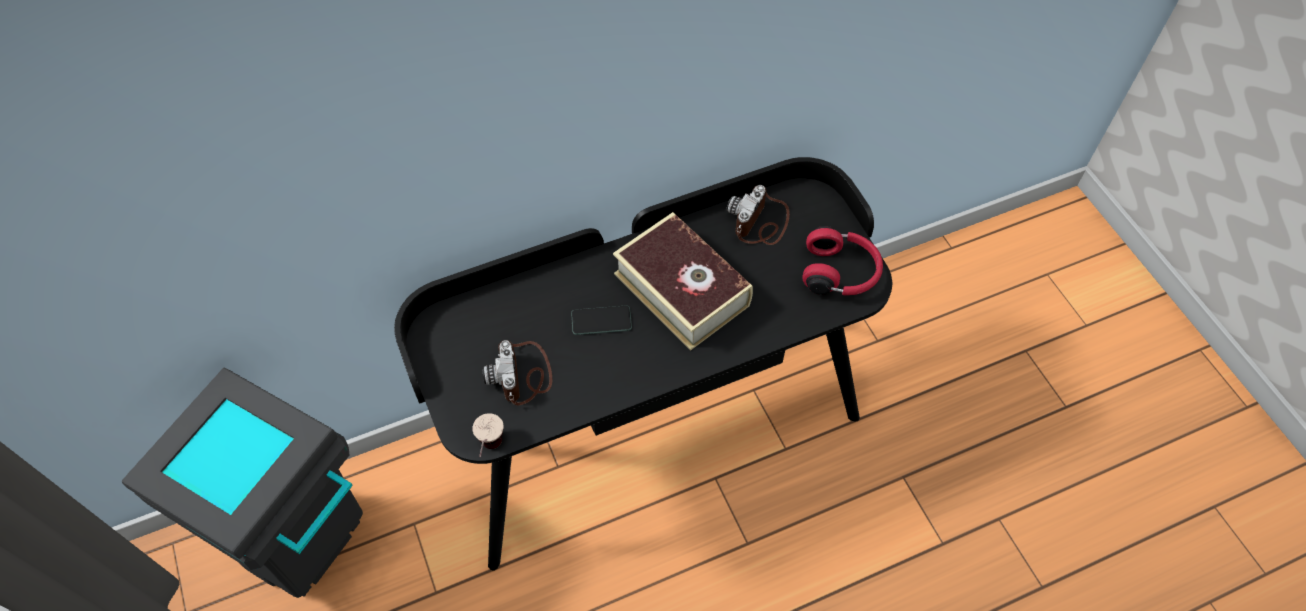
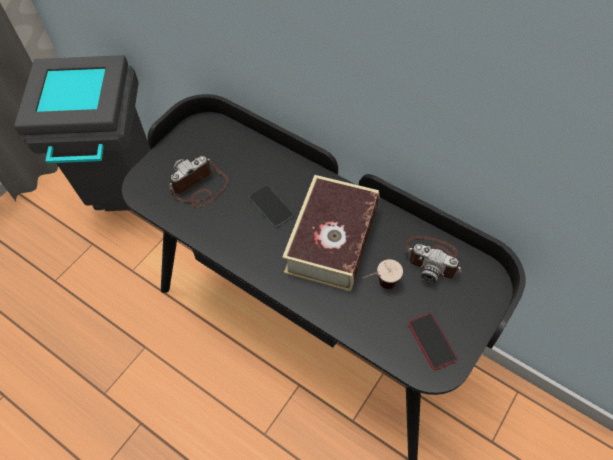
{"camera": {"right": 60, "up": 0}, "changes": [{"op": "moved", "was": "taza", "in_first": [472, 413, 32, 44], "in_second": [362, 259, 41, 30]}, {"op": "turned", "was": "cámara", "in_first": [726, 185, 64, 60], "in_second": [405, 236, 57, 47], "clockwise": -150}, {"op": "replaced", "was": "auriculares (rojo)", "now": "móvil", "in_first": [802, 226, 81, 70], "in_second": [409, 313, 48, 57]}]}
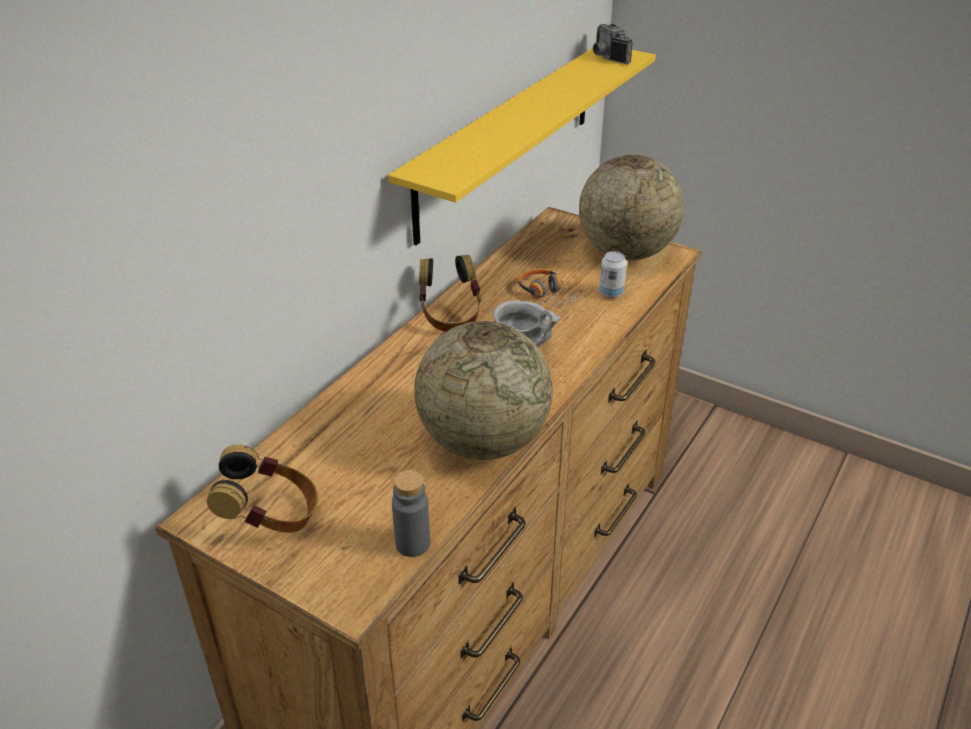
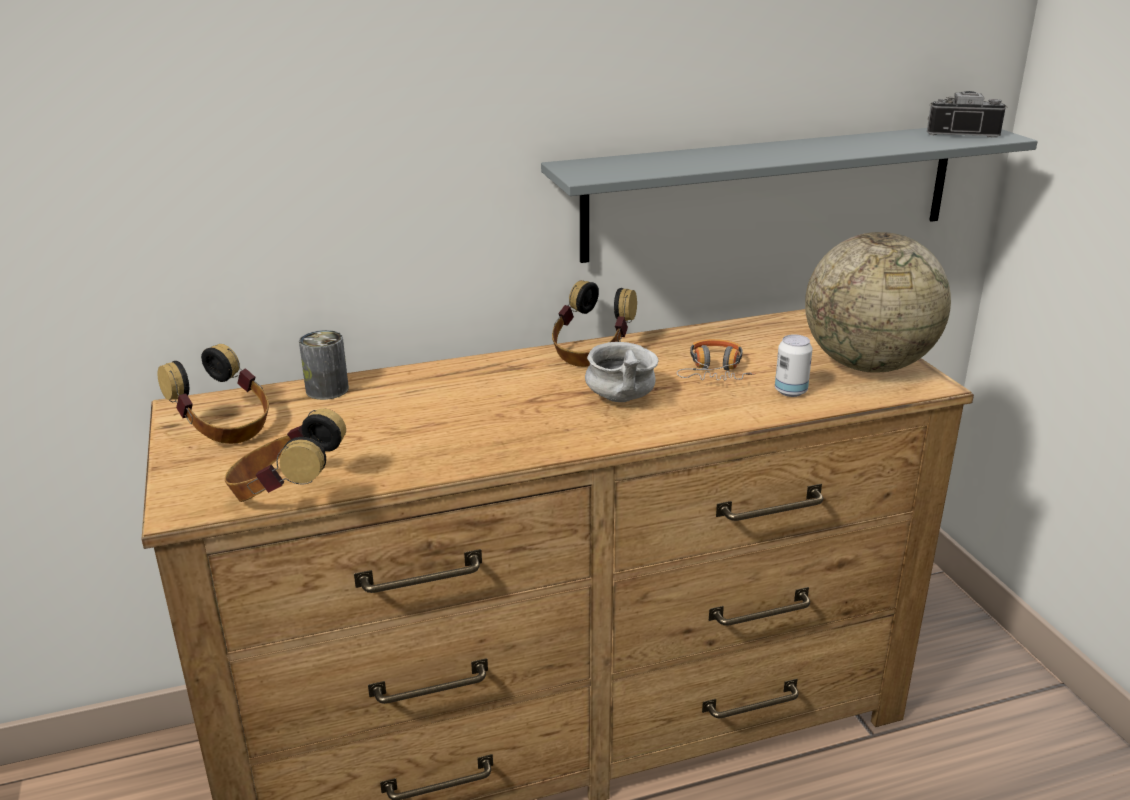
{"camera": {"right": 40, "up": -10}, "changes": [{"op": "recoloured", "was": "estante (amarillo)", "now": "estante (gris)", "in_first": [388, 48, 268, 197], "in_second": [541, 128, 497, 135]}, {"op": "replaced", "was": "botella (gris)", "now": "auriculares", "in_first": [392, 470, 38, 87], "in_second": [225, 408, 121, 94]}, {"op": "removed", "was": "globo terráqueo", "in_first": [414, 321, 139, 139]}, {"op": "turned", "was": "cámara", "in_first": [593, 24, 40, 40], "in_second": [927, 91, 81, 47], "clockwise": 90}, {"op": "added", "now": "lata", "in_second": [299, 330, 50, 70]}]}
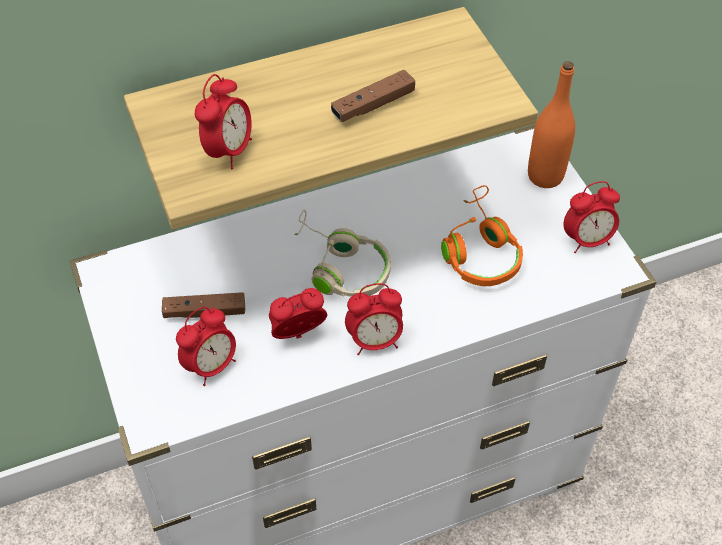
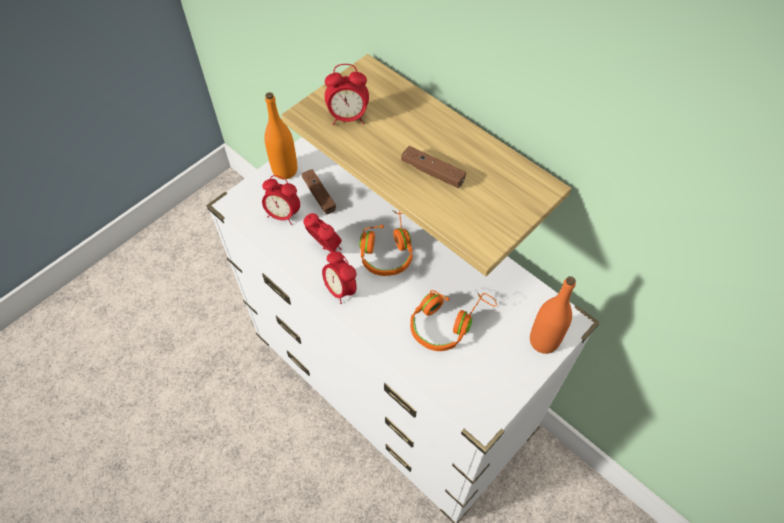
{"camera": {"right": 65, "up": 5}, "changes": [{"op": "recoloured", "was": "auriculares (beis)", "now": "auriculares (naranja)", "in_first": [294, 210, 97, 87], "in_second": [359, 210, 54, 66]}, {"op": "removed", "was": "despertador", "in_first": [564, 181, 56, 72]}, {"op": "added", "now": "botella (naranja)", "in_second": [264, 92, 33, 87]}]}
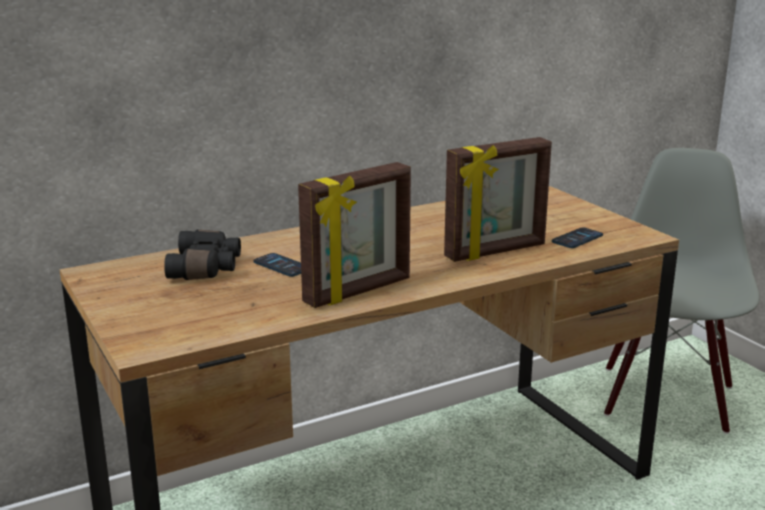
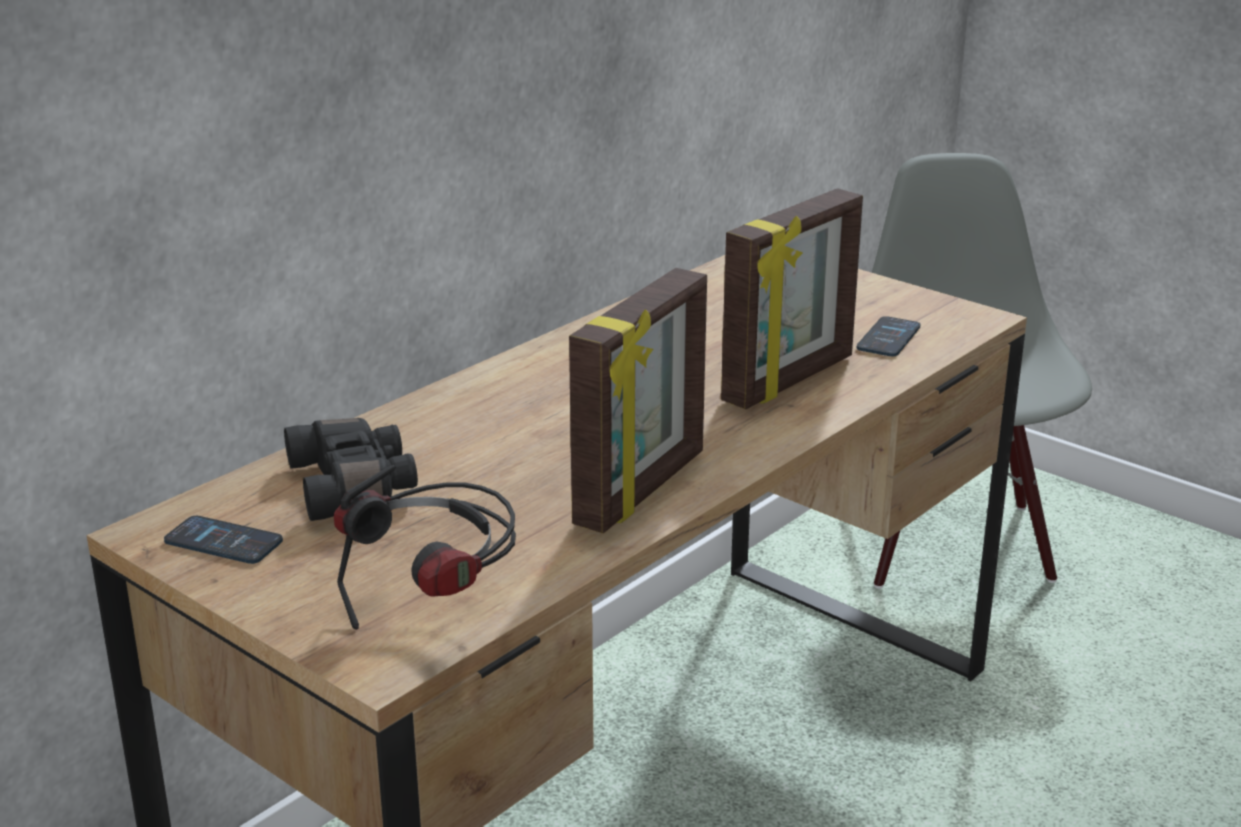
{"camera": {"right": -20, "up": 5}, "changes": [{"op": "moved", "was": "móvil", "in_first": [253, 253, 48, 24], "in_second": [164, 516, 119, 48]}, {"op": "added", "now": "auriculares", "in_second": [334, 465, 182, 165]}]}
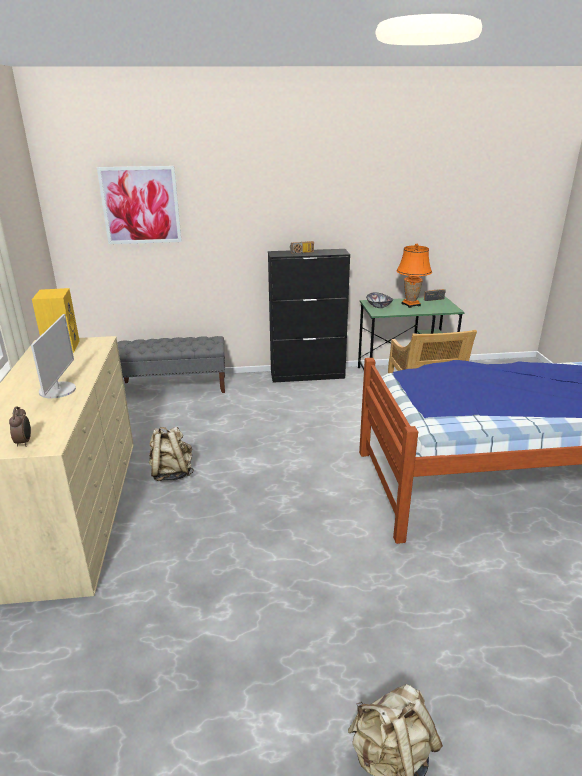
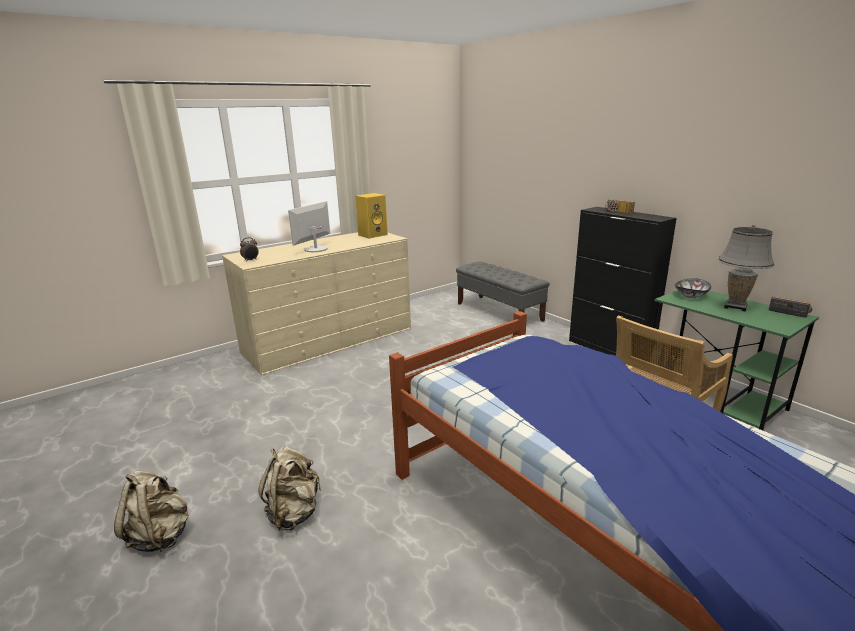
{"camera": {"right": 60, "up": -5}, "changes": [{"op": "turned", "was": "monitor", "in_first": [31, 314, 45, 84], "in_second": [288, 201, 42, 51], "clockwise": 150}, {"op": "removed", "was": "cuadro", "in_first": [97, 166, 85, 78]}, {"op": "moved", "was": "mochila (beis)", "in_first": [149, 427, 45, 54], "in_second": [258, 447, 63, 84]}, {"op": "recoloured", "was": "lámpara de mesa (naranja)", "now": "lámpara de mesa (gris)", "in_first": [397, 244, 35, 64], "in_second": [718, 224, 56, 88]}]}
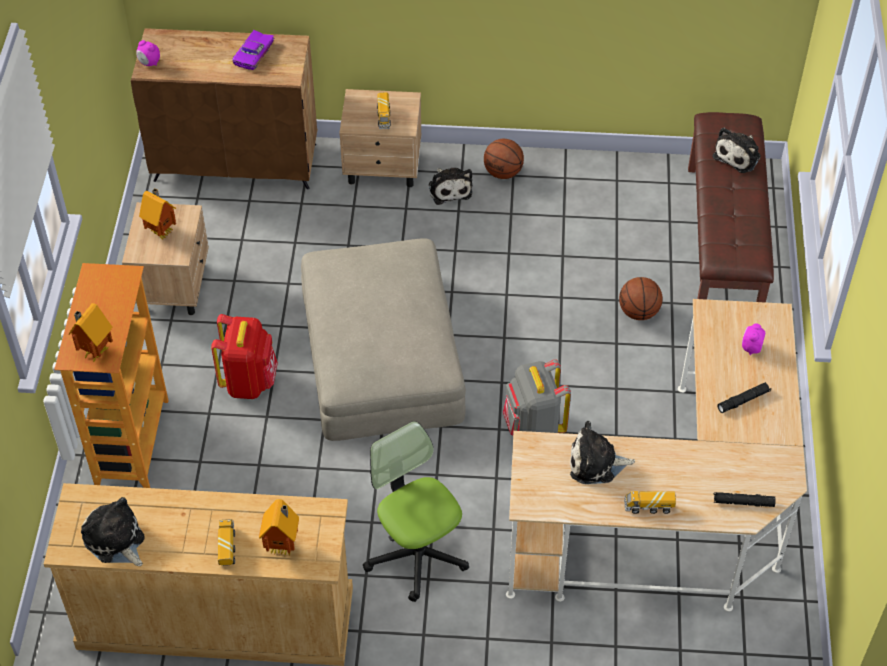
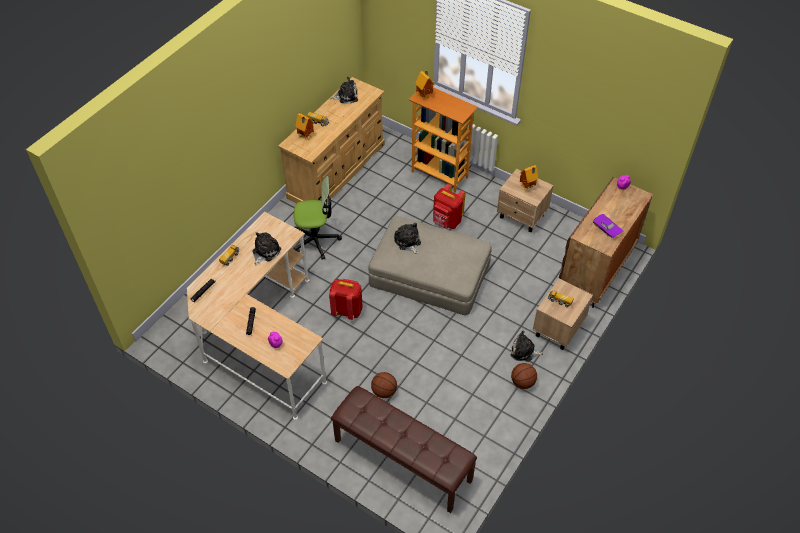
{"camera": {"right": 120, "up": 0}, "changes": [{"op": "recoloured", "was": "mochila (gris)", "now": "mochila (rojo)", "in_first": [503, 359, 68, 76], "in_second": [329, 279, 34, 41]}, {"op": "moved", "was": "peluche", "in_first": [713, 127, 48, 46], "in_second": [394, 223, 27, 31]}]}
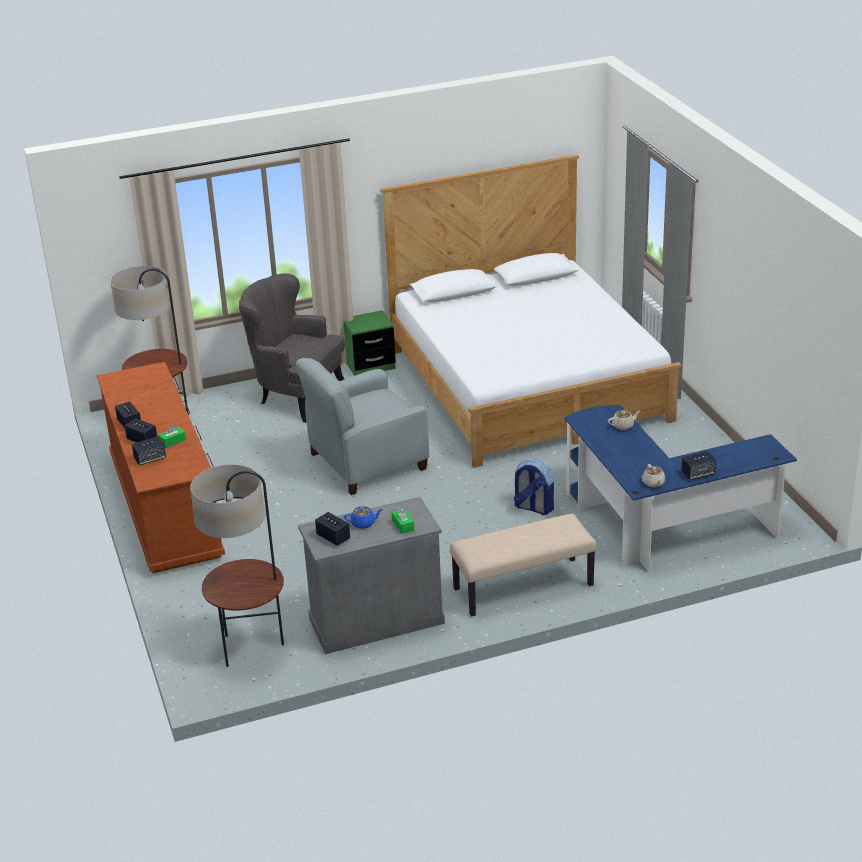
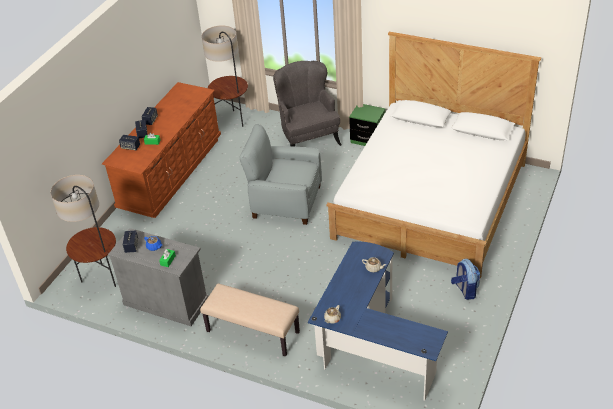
{"camera": {"right": 45, "up": 10}, "changes": [{"op": "moved", "was": "mochila", "in_first": [514, 459, 40, 56], "in_second": [451, 259, 29, 41]}, {"op": "removed", "was": "altavoz", "in_first": [681, 451, 35, 29]}]}
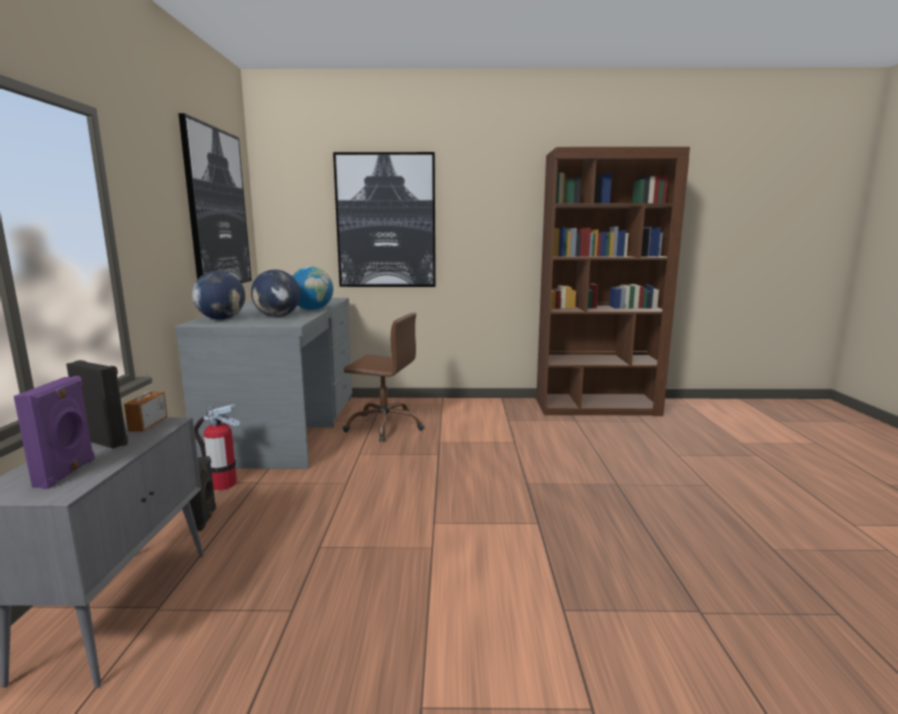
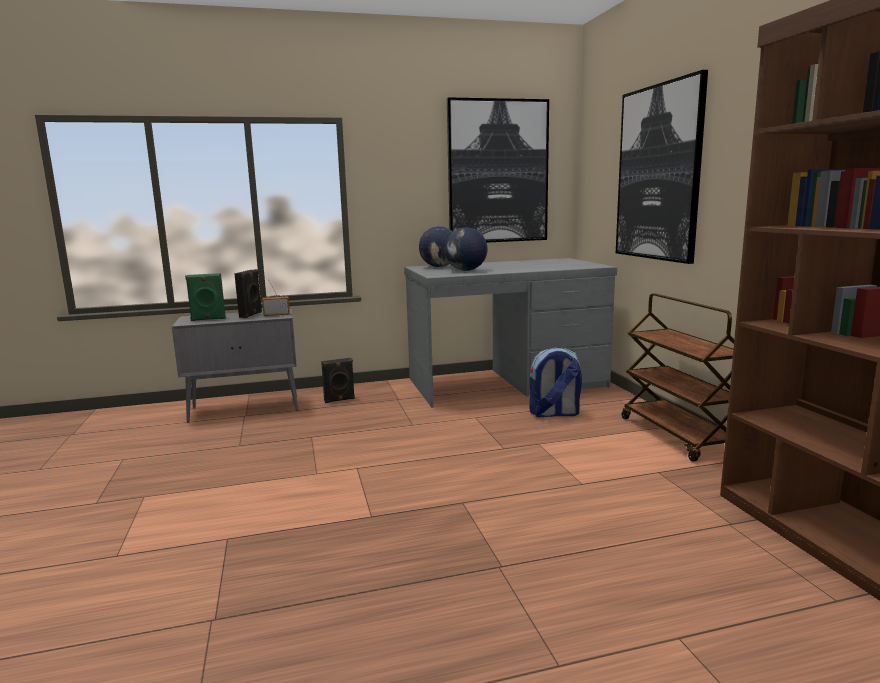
{"camera": {"right": 75, "up": 0}, "changes": [{"op": "recoloured", "was": "altavoz (morado)", "now": "altavoz (verde)", "in_first": [14, 376, 81, 113], "in_second": [185, 273, 41, 48]}, {"op": "removed", "was": "extintor", "in_first": [194, 404, 46, 86]}, {"op": "removed", "was": "globo terráqueo", "in_first": [292, 267, 41, 43]}, {"op": "replaced", "was": "silla de oficina (marrón)", "now": "mochila", "in_first": [342, 313, 83, 129], "in_second": [529, 348, 53, 69]}, {"op": "added", "now": "carrito (marrón)", "in_second": [622, 293, 112, 169]}]}
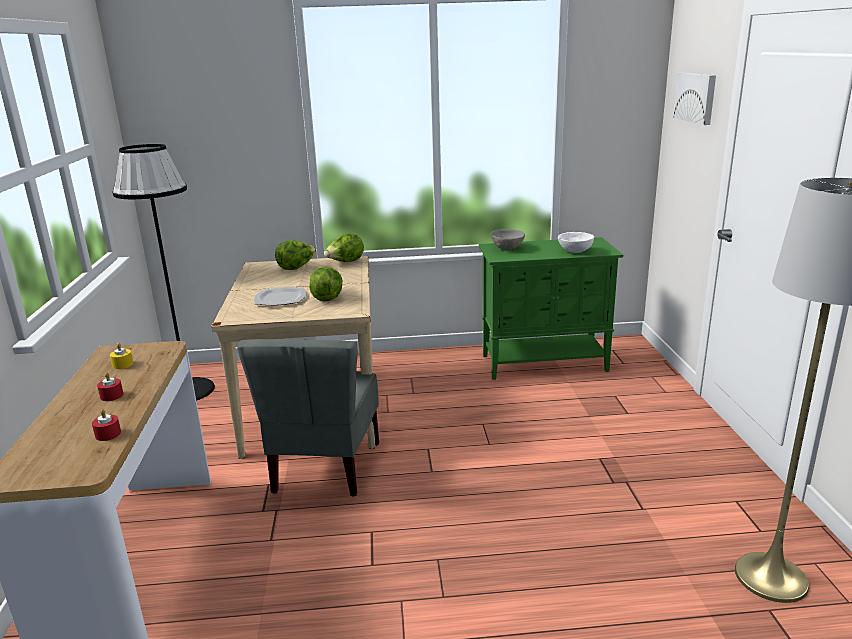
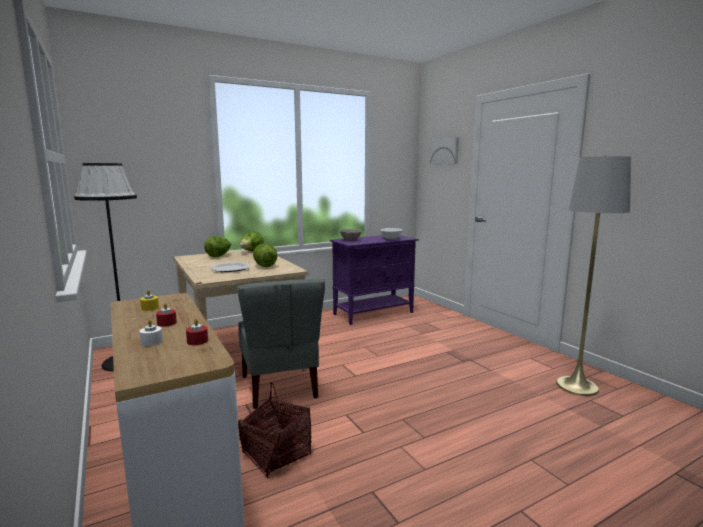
{"camera": {"right": -25, "up": -10}, "changes": [{"op": "recoloured", "was": "armario (verde)", "now": "armario (morado)", "in_first": [479, 237, 144, 143], "in_second": [330, 235, 89, 90]}, {"op": "added", "now": "vela (blanco)", "in_second": [139, 319, 24, 27]}, {"op": "added", "now": "cesta", "in_second": [238, 382, 73, 96]}]}
